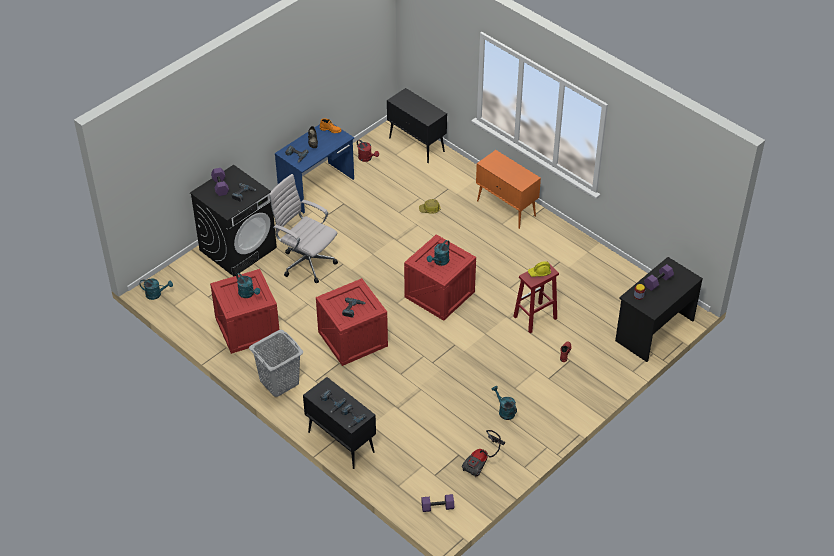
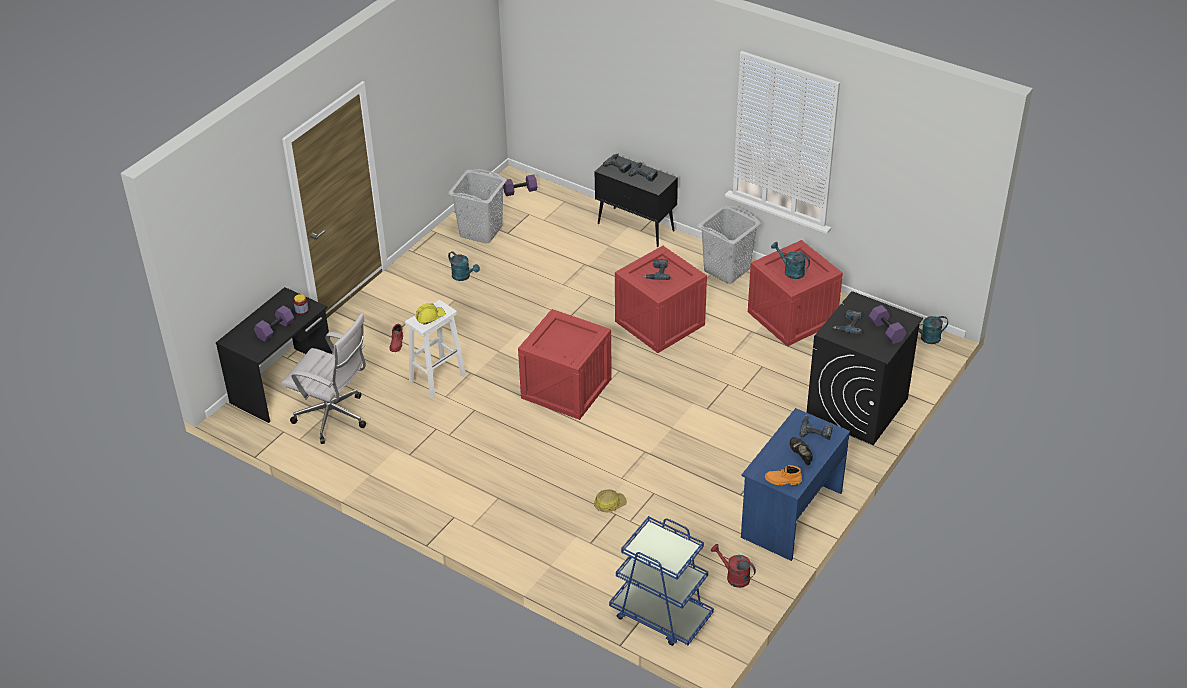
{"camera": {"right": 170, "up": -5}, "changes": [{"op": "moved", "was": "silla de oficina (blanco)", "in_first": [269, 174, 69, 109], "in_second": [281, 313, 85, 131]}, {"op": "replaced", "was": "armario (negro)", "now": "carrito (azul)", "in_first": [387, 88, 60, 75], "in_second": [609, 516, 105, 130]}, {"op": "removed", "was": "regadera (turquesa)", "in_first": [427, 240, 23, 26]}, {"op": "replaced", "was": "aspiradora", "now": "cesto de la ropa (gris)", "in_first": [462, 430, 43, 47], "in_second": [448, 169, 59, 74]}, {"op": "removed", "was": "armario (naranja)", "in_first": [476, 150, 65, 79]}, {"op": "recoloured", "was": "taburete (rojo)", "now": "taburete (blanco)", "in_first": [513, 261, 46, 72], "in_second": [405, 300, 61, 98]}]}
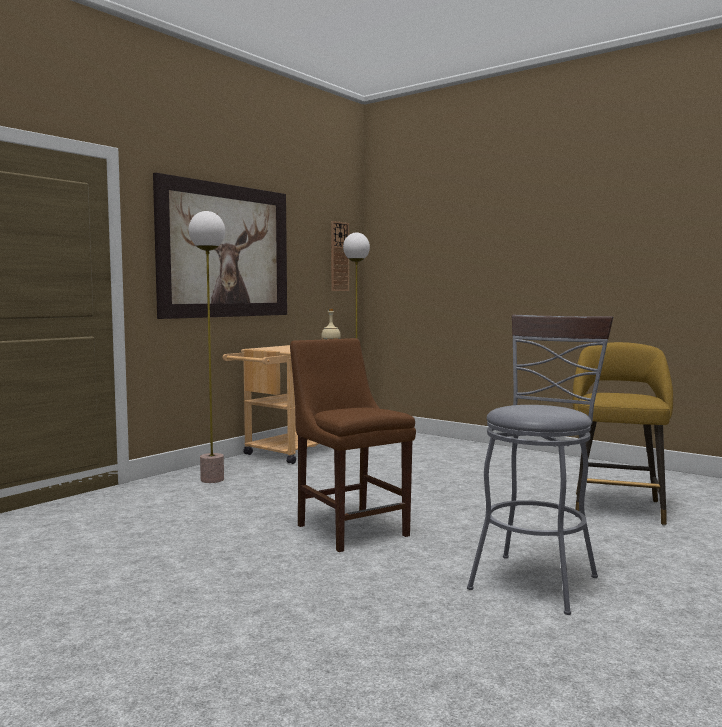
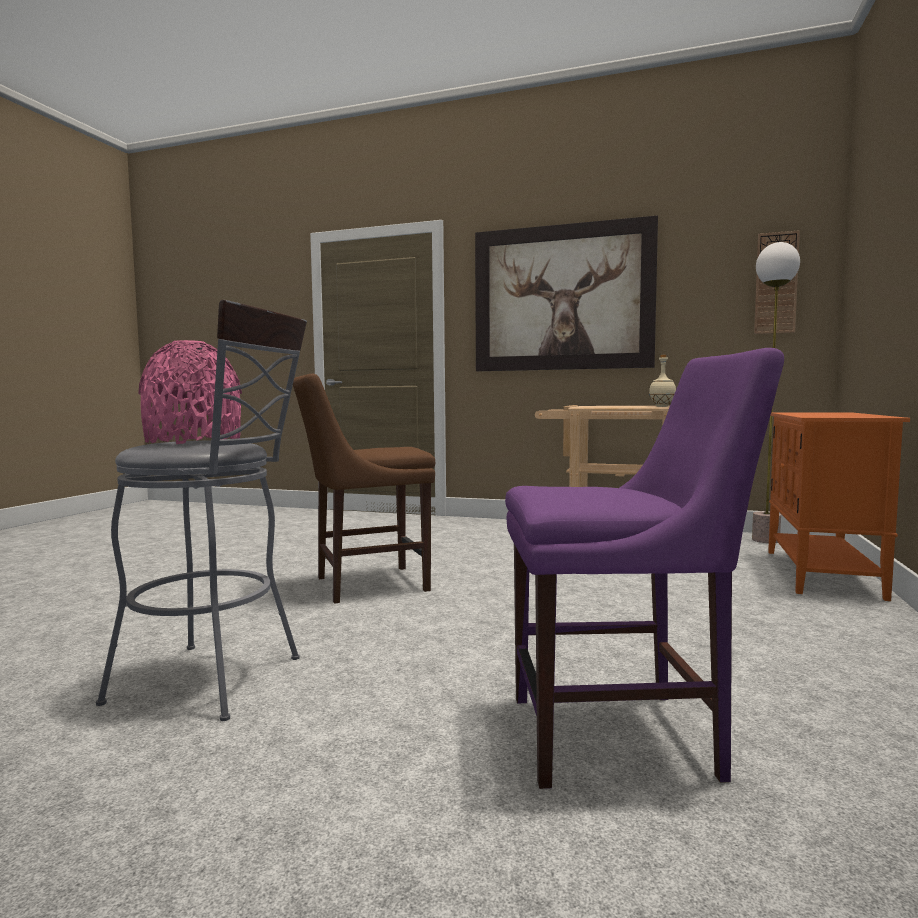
{"camera": {"right": 70, "up": 0}, "changes": [{"op": "removed", "was": "lámpara de pie", "in_first": [189, 211, 36, 272]}, {"op": "turned", "was": "silla (marrón)", "in_first": [290, 338, 126, 214], "in_second": [293, 374, 142, 230], "clockwise": -150}, {"op": "replaced", "was": "taburete (amarillo)", "now": "silla (morado)", "in_first": [573, 342, 100, 183], "in_second": [505, 348, 279, 441]}, {"op": "added", "now": "florero (rosa)", "in_second": [138, 340, 104, 104]}, {"op": "added", "now": "armario (naranja)", "in_second": [768, 412, 142, 189]}]}
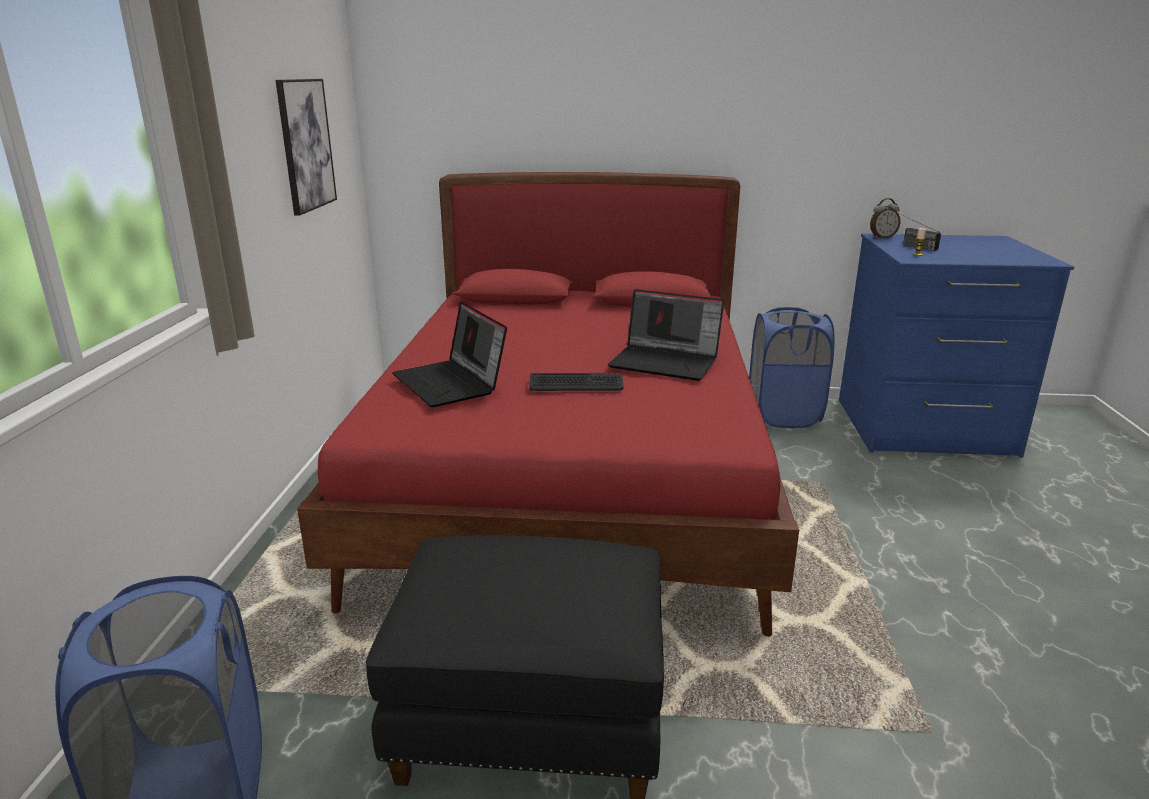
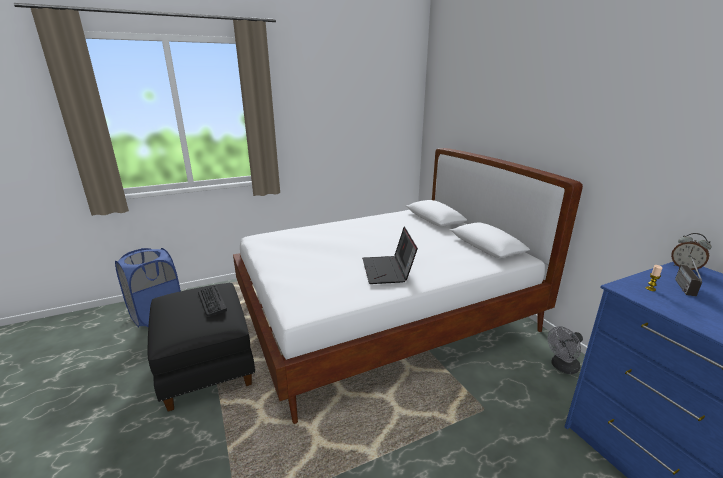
{"camera": {"right": 60, "up": 0}, "changes": [{"op": "removed", "was": "cuadro", "in_first": [275, 79, 62, 137]}, {"op": "recoloured", "was": "cama (rojo)", "now": "cama (blanco)", "in_first": [297, 172, 502, 465], "in_second": [233, 148, 350, 276]}, {"op": "removed", "was": "portátil", "in_first": [392, 302, 115, 105]}, {"op": "moved", "was": "teclado", "in_first": [529, 373, 94, 18], "in_second": [198, 285, 29, 31]}, {"op": "replaced", "was": "cesto de la ropa (azul)", "now": "ventilador (gris)", "in_first": [749, 307, 85, 121], "in_second": [548, 326, 35, 48]}]}
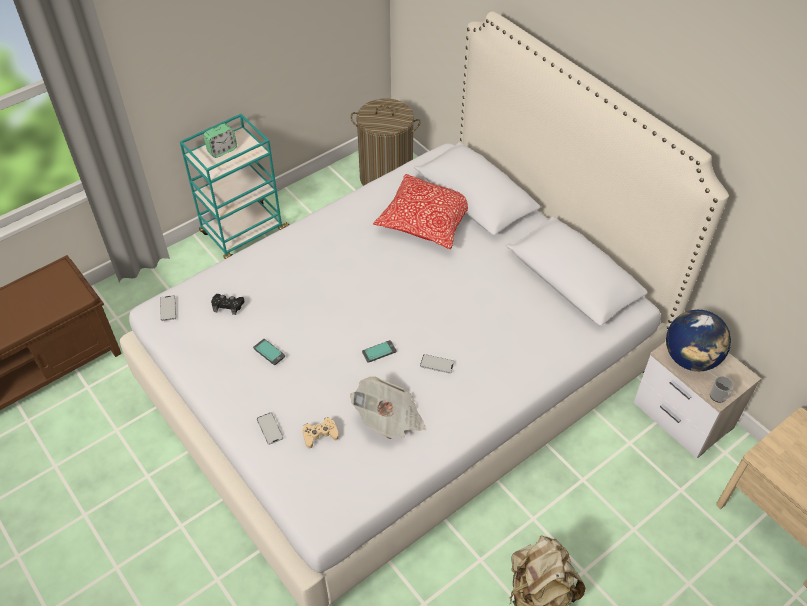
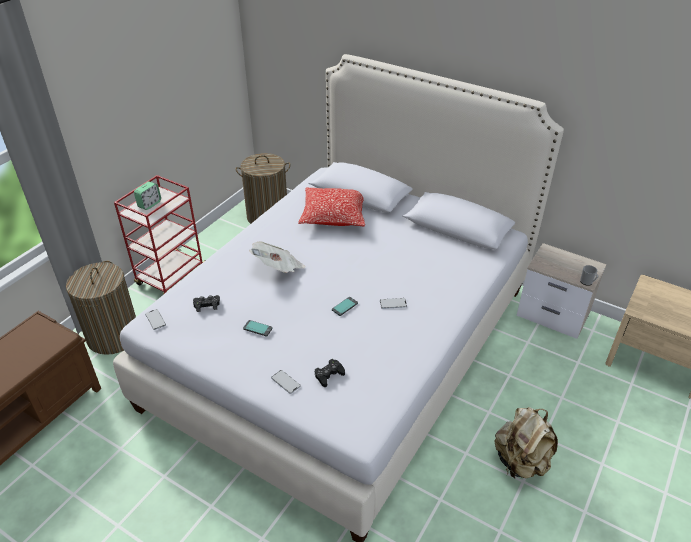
{"camera": {"right": -20, "up": -10}, "changes": [{"op": "recoloured", "was": "carrito (turquesa)", "now": "carrito (rojo)", "in_first": [180, 114, 110, 145], "in_second": [114, 175, 92, 120]}, {"op": "recoloured", "was": "mando de consola (beis)", "now": "mando de consola (negro)", "in_first": [302, 417, 37, 32], "in_second": [315, 359, 30, 28]}, {"op": "moved", "was": "periódico", "in_first": [350, 376, 75, 63], "in_second": [249, 241, 56, 32]}, {"op": "removed", "was": "globo terráqueo", "in_first": [666, 310, 65, 61]}, {"op": "added", "now": "cesto de la ropa", "in_second": [66, 261, 70, 94]}]}
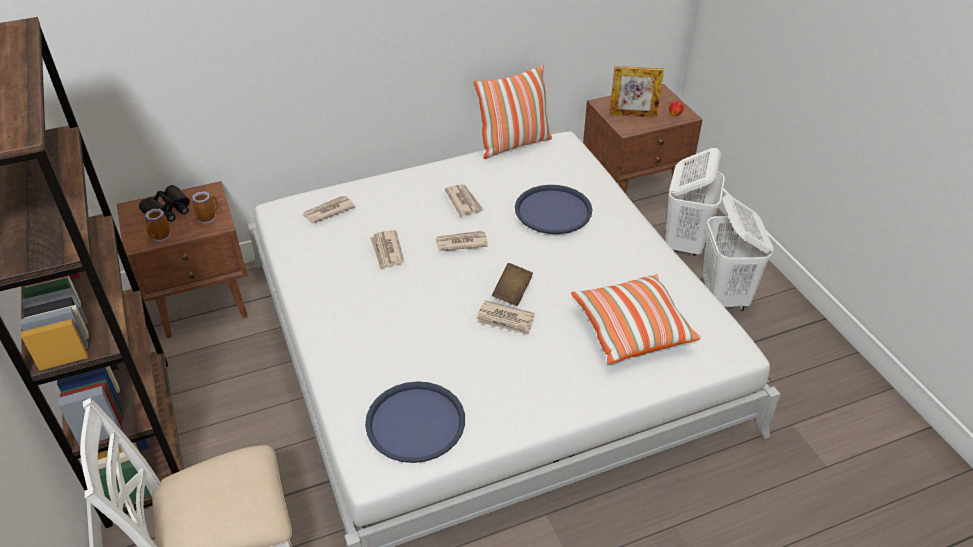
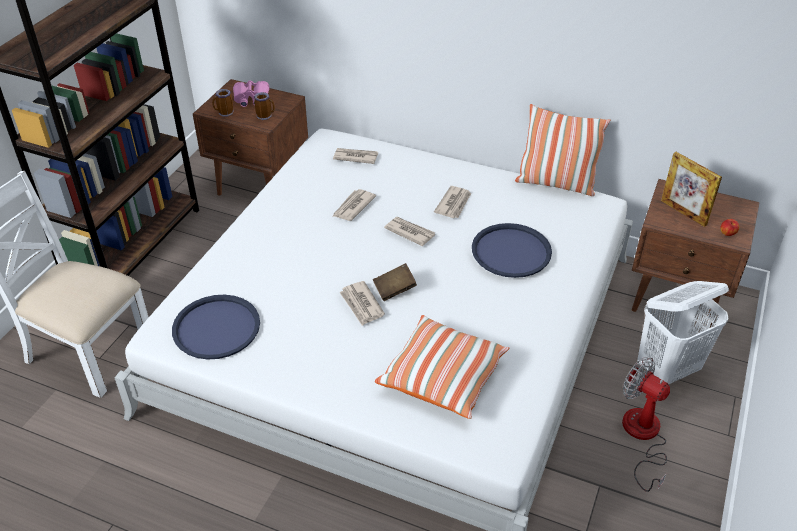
{"camera": {"right": 45, "up": 0}, "changes": [{"op": "recoloured", "was": "prismáticos (negro)", "now": "prismáticos (rosa)", "in_first": [139, 185, 51, 37], "in_second": [233, 81, 37, 26]}, {"op": "replaced", "was": "cesto de la ropa (blanco)", "now": "ventilador", "in_first": [702, 194, 71, 117], "in_second": [622, 357, 48, 135]}]}
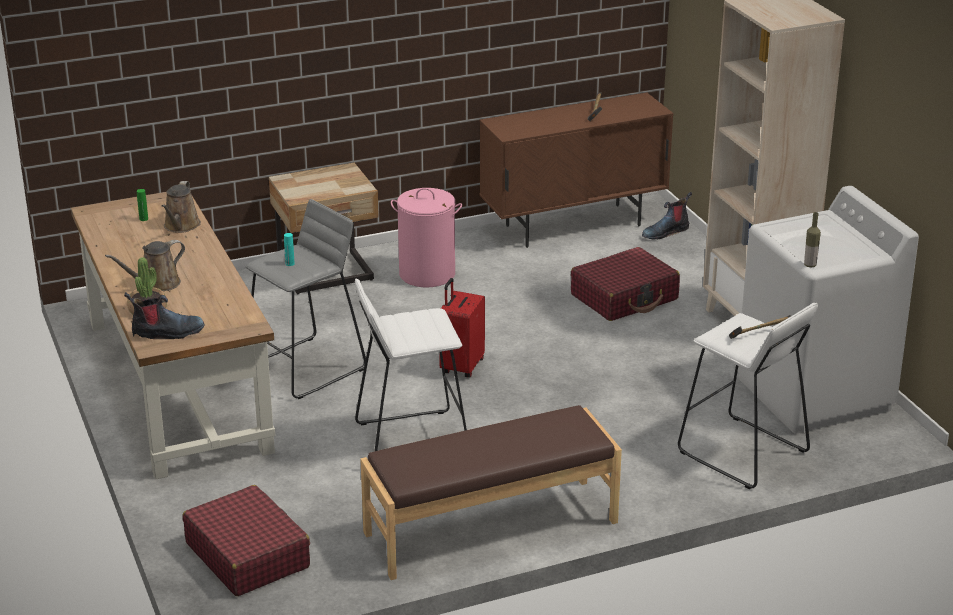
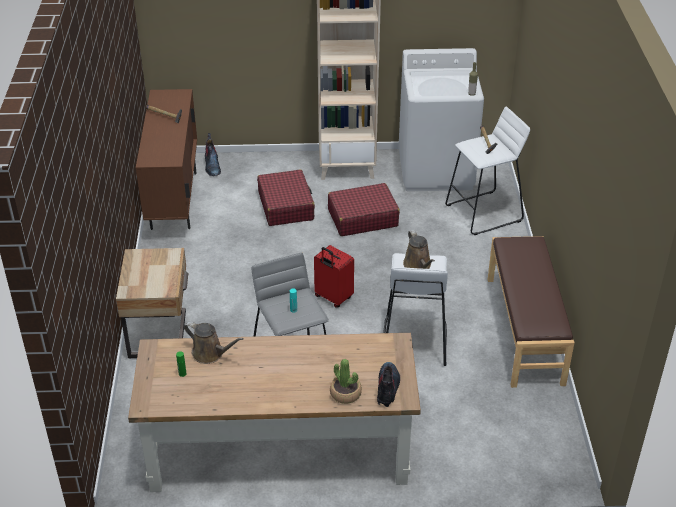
{"camera": {"right": -70, "up": 10}, "changes": [{"op": "moved", "was": "regadera (marrón)", "in_first": [105, 240, 80, 51], "in_second": [403, 230, 32, 39]}, {"op": "moved", "was": "maleta (rojo)", "in_first": [183, 485, 127, 111], "in_second": [328, 183, 72, 53]}, {"op": "removed", "was": "cesto de la ropa (rosa)", "in_first": [391, 188, 71, 99]}]}
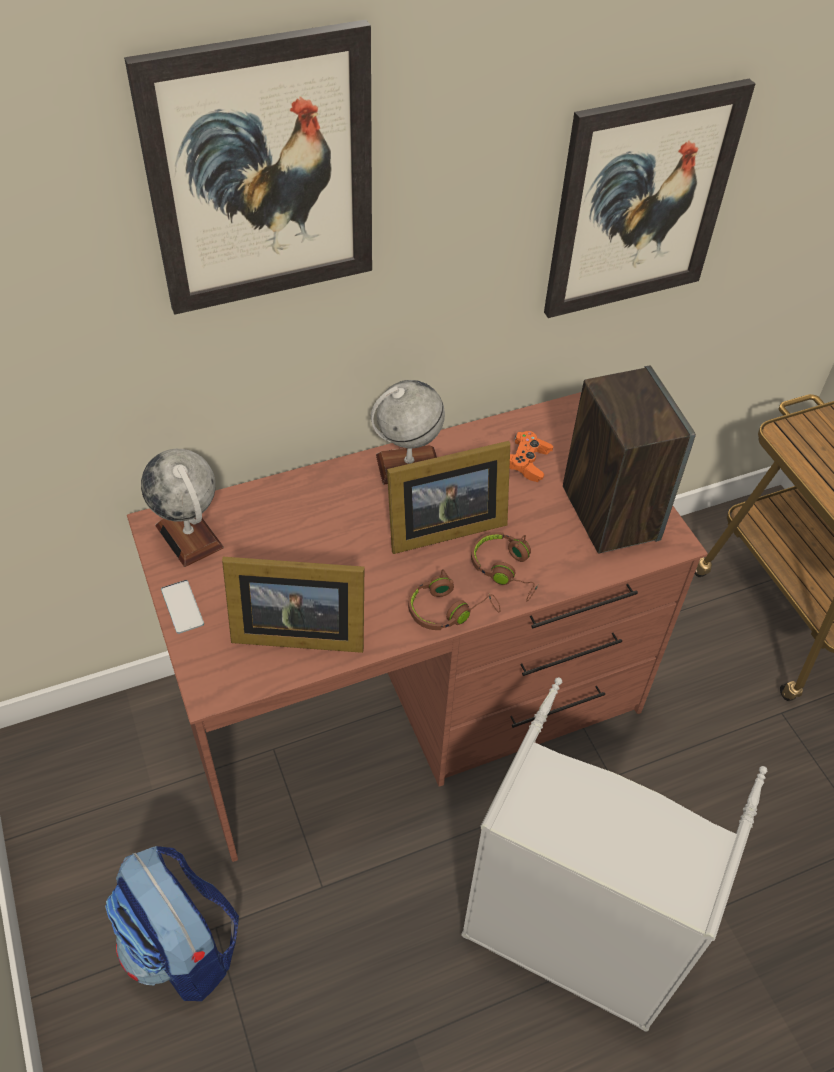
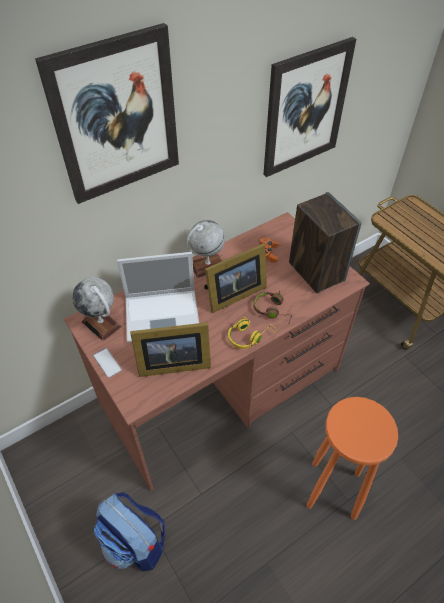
{"camera": {"right": -10, "up": 0}, "changes": [{"op": "recoloured", "was": "auriculares (marrón)", "now": "auriculares (amarillo)", "in_first": [408, 569, 92, 61], "in_second": [228, 316, 49, 33]}, {"op": "replaced", "was": "cesto de la ropa (gris)", "now": "taburete (naranja)", "in_first": [461, 677, 306, 355], "in_second": [307, 397, 91, 123]}, {"op": "added", "now": "portátil", "in_second": [117, 252, 82, 90]}]}
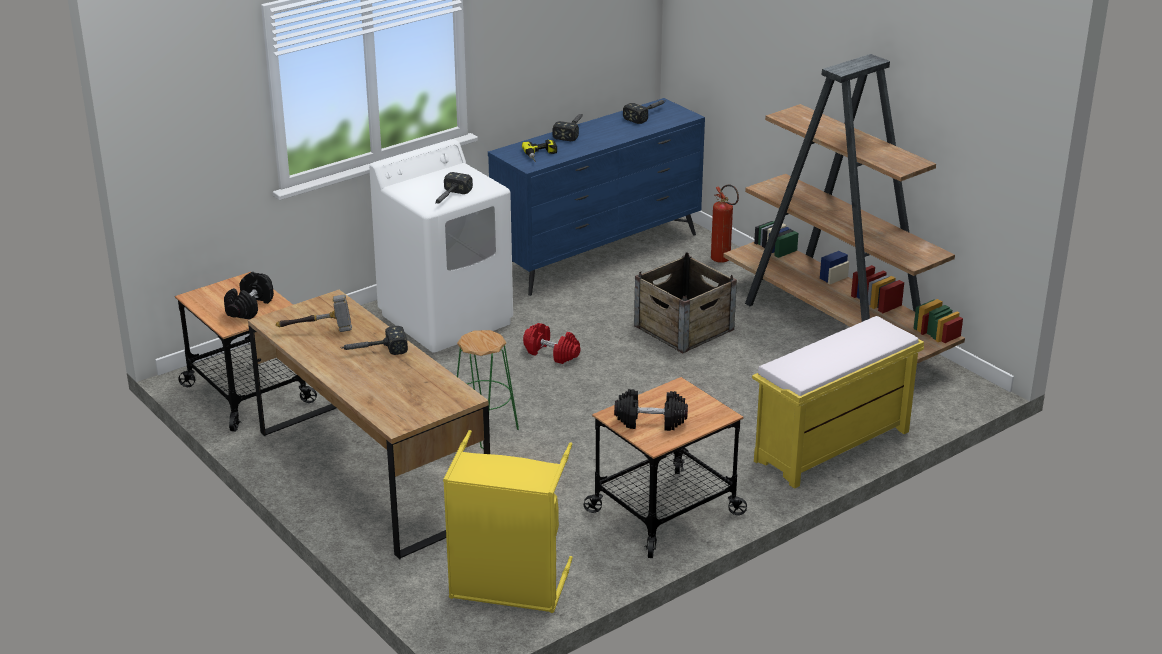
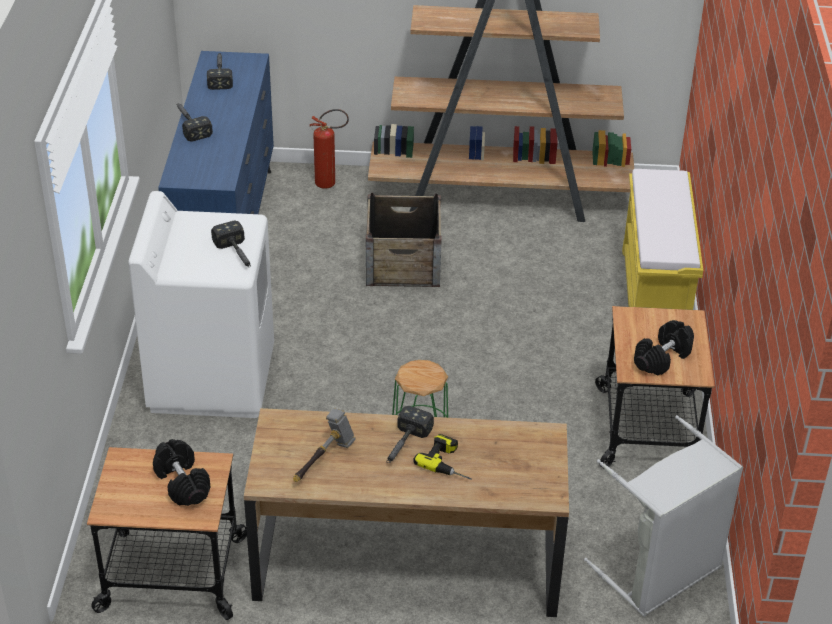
{"camera": {"right": -50, "up": 10}, "changes": [{"op": "recoloured", "was": "cesto de la ropa (amarillo)", "now": "cesto de la ropa (gris)", "in_first": [443, 430, 130, 183], "in_second": [584, 415, 159, 202]}, {"op": "moved", "was": "taladro", "in_first": [522, 140, 35, 23], "in_second": [413, 434, 59, 46]}, {"op": "removed", "was": "mancuerna (rojo)", "in_first": [523, 323, 57, 41]}]}
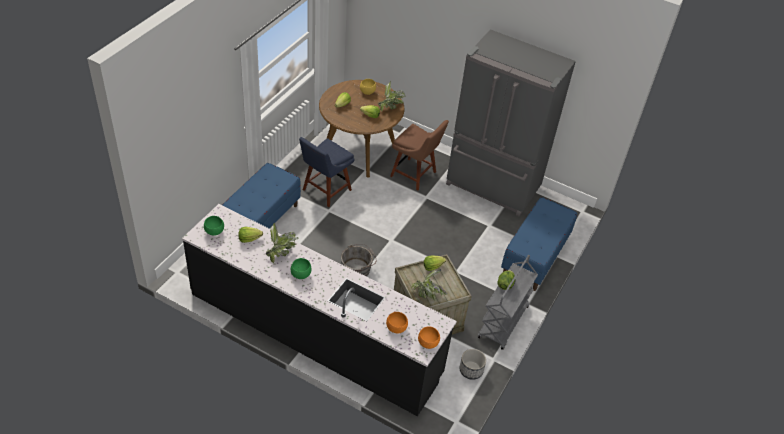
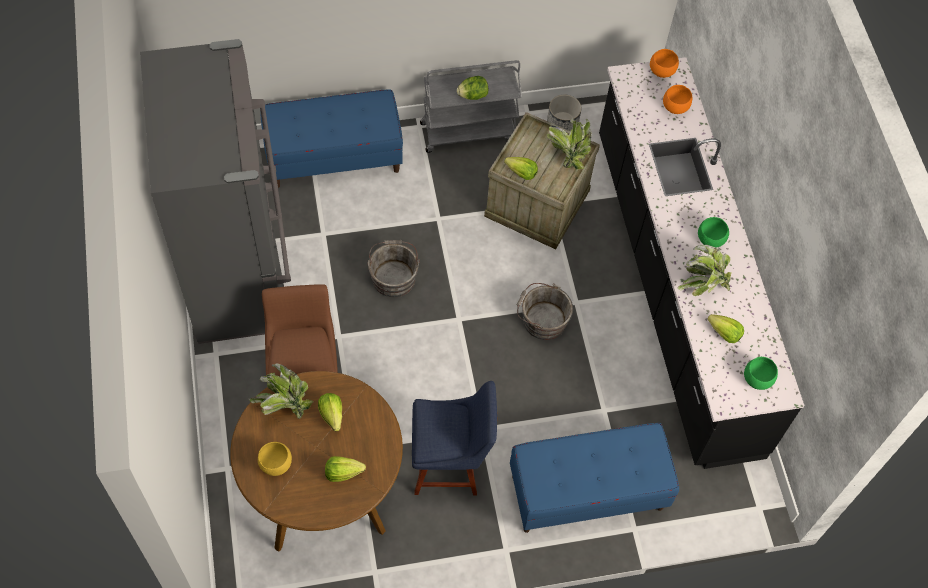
{"camera": {"right": -130, "up": 15}, "changes": [{"op": "added", "now": "cubo (gris)", "in_second": [367, 240, 53, 57]}]}
